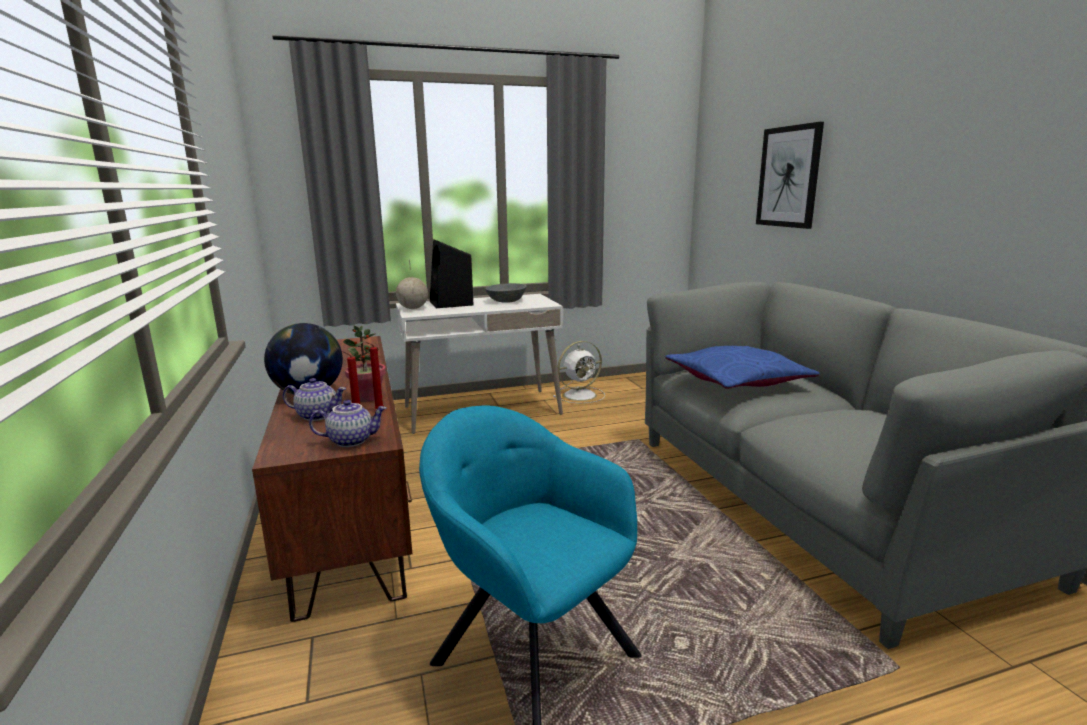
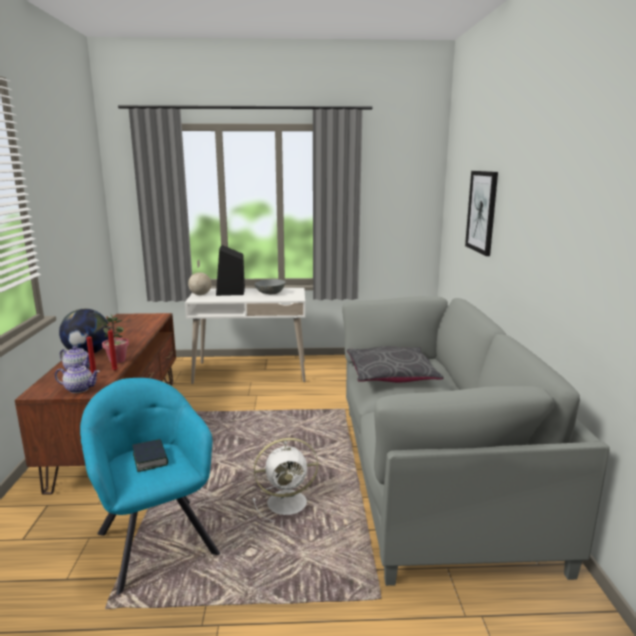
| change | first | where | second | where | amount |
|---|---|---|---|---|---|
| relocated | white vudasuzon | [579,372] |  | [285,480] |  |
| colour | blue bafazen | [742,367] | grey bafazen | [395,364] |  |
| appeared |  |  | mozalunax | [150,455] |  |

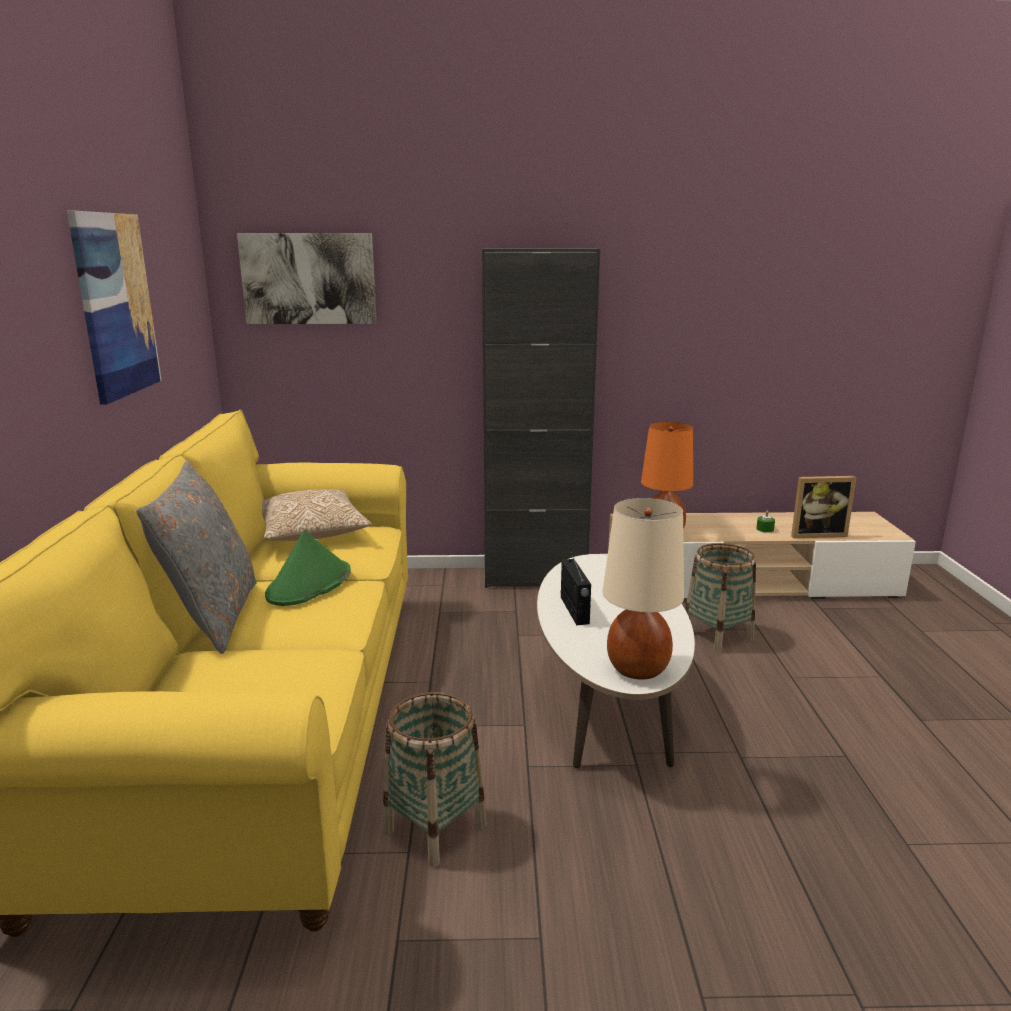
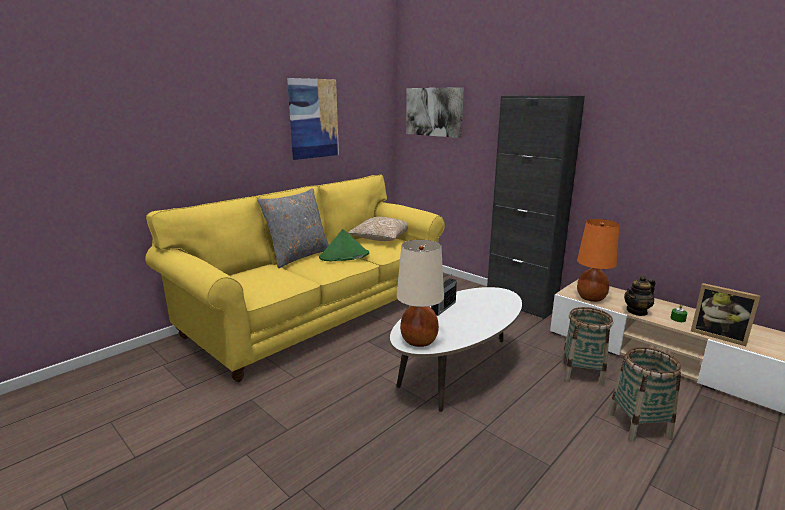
| change | first | where | second | where | amount |
|---|---|---|---|---|---|
| relocated | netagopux | [435,779] |  | [644,394] |  |
| appeared |  |  | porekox | [639,296] |  |

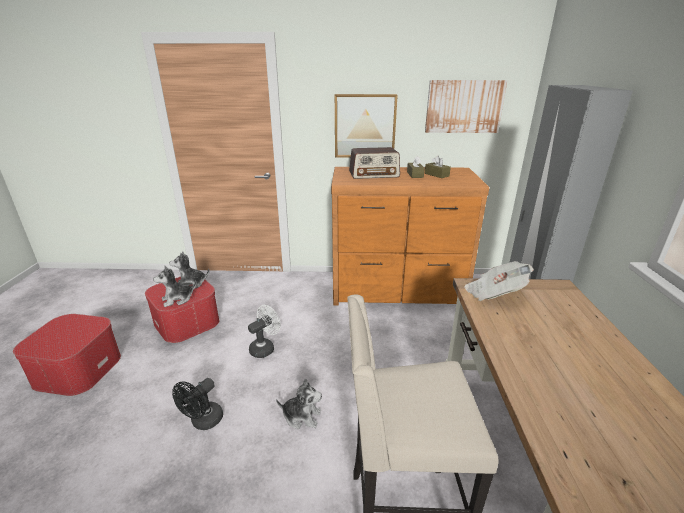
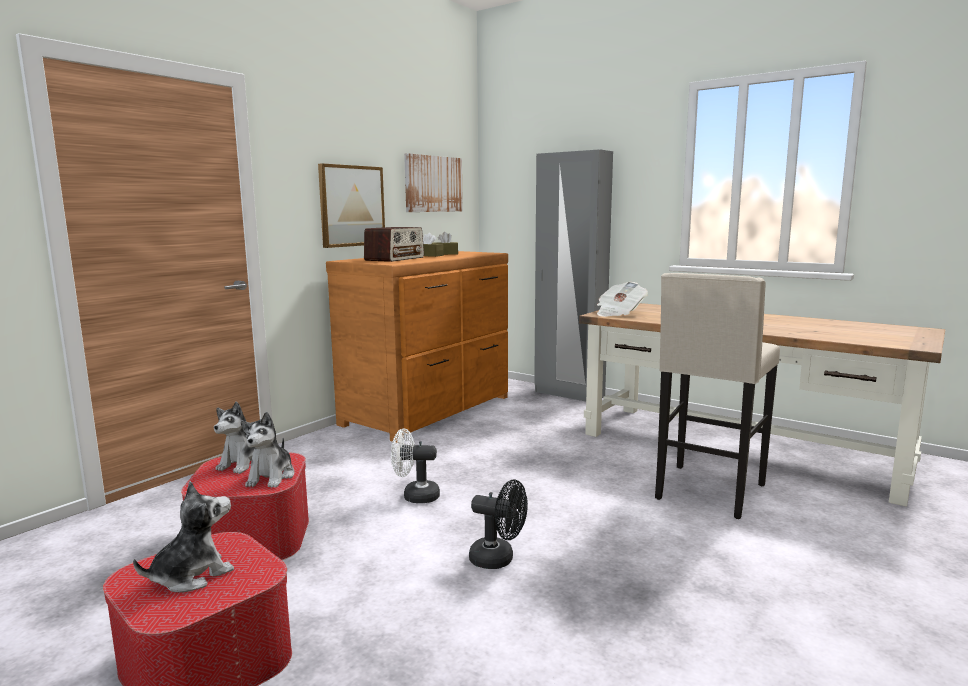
| change | first | where | second | where | amount |
|---|---|---|---|---|---|
| spun | black vudasuzon | [197,404] |  | [498,524] | 45 degrees counterclockwise |
| spun | white vudasuzon | [264,331] |  | [415,466] | 75 degrees counterclockwise |
| relocated | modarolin | [299,404] |  | [183,537] |  |

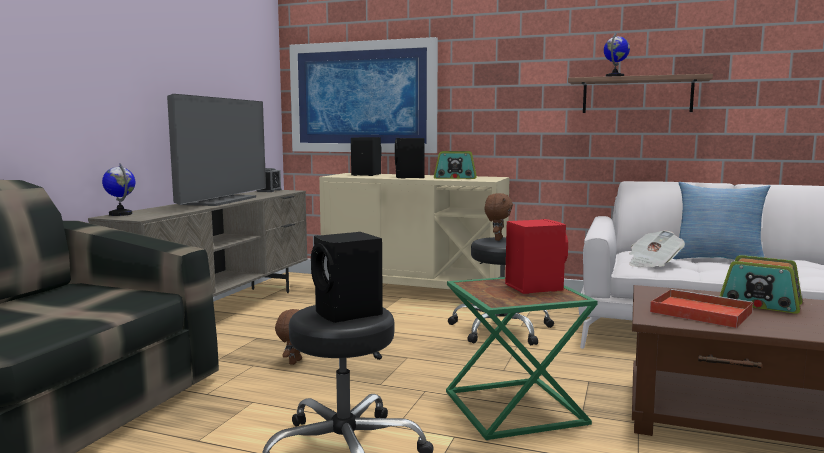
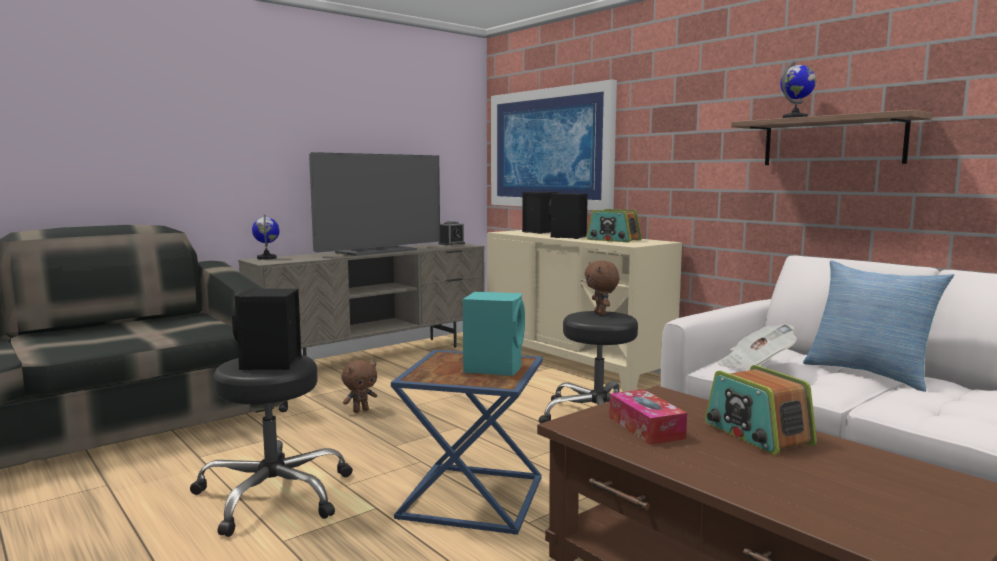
| change | first | where | second | where | amount |
|---|---|---|---|---|---|
| colour | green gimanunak | [522,358] | blue gimanunak | [467,442] |  |
| spun | brown modarolin | [499,217] |  | [602,288] | 120 degrees clockwise |
| colour | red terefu | [536,256] | turquoise terefu | [494,334] |  |
| exchanged | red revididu | [701,308] | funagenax | [648,417] |  |

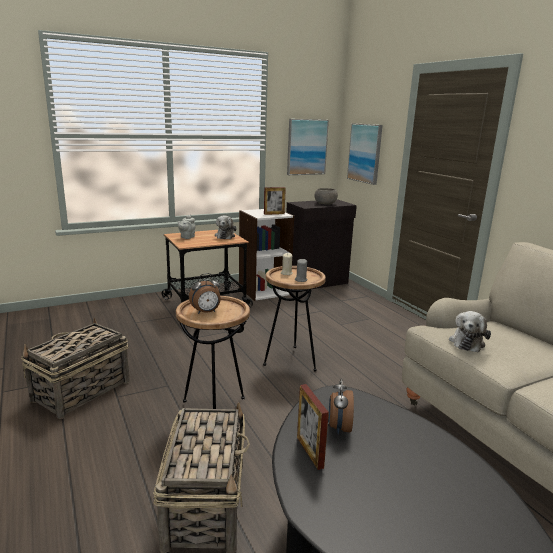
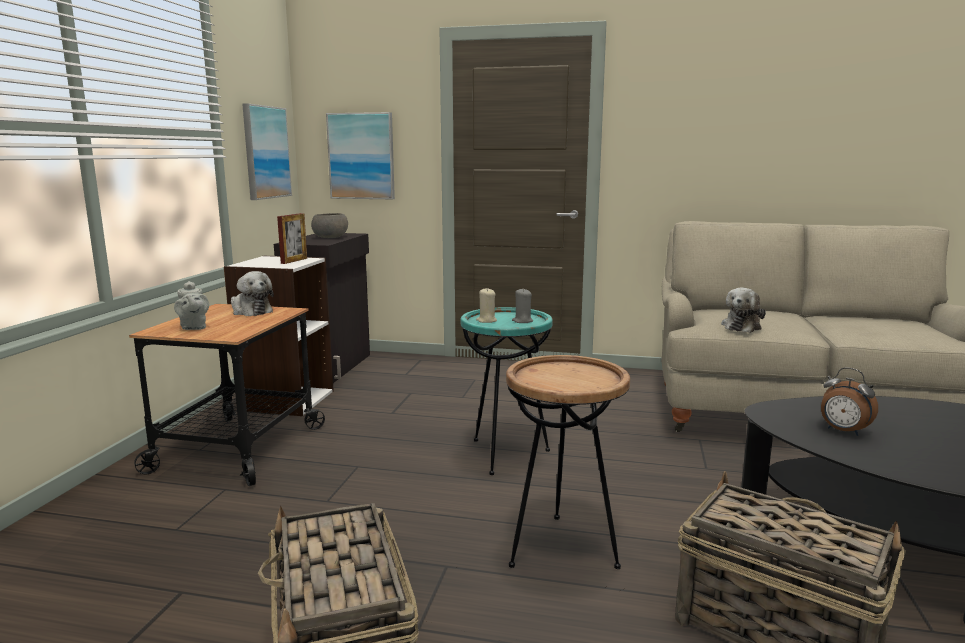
| change | first | where | second | where | amount |
|---|---|---|---|---|---|
| missing | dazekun | [205,293] |  |  |  |
| colour | brown gimanunak | [294,318] | turquoise gimanunak | [507,391] |  |
| missing | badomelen | [313,427] |  |  |  |
| spun | modarolin | [470,332] |  | [743,310] | 60 degrees clockwise |

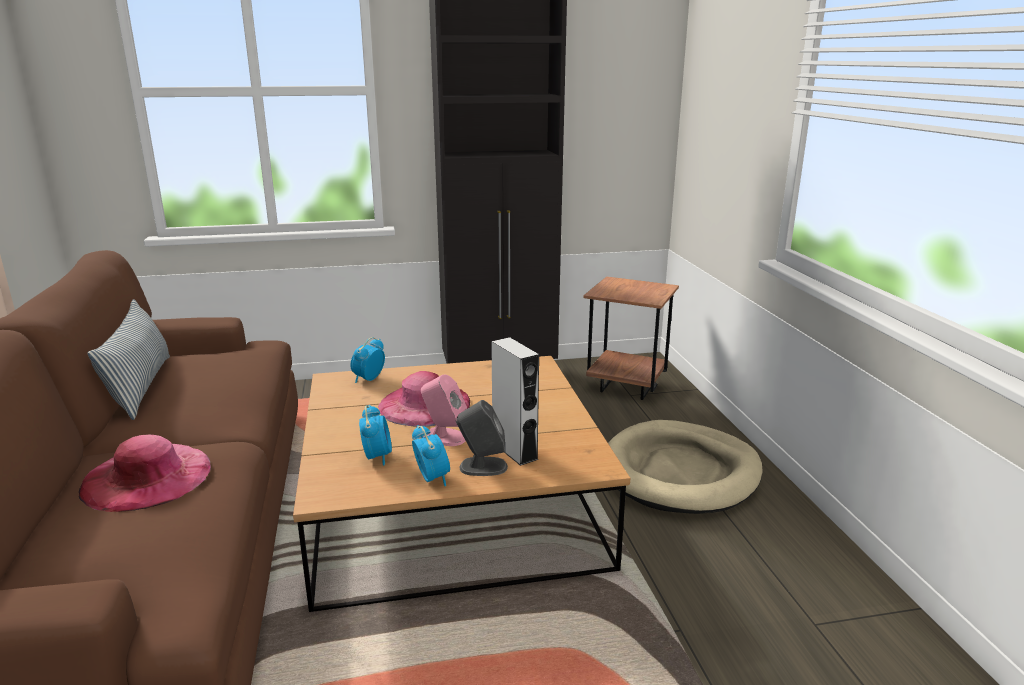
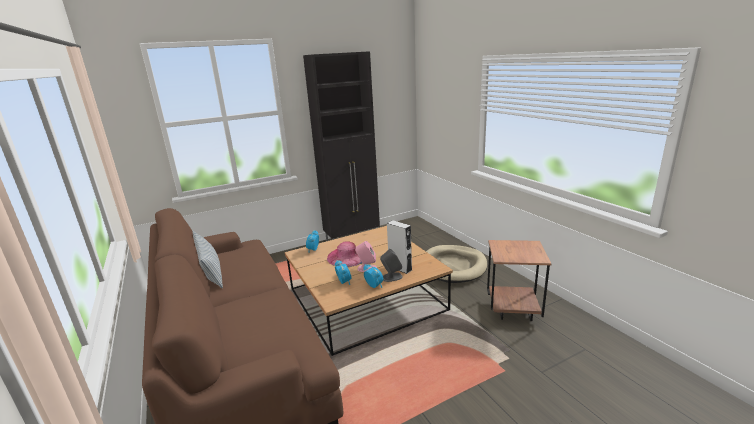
| change | first | where | second | where | amount |
|---|---|---|---|---|---|
| missing | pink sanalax | [145,473] |  |  |  |
| relocated | brown gimanunak | [631,338] |  | [519,280] |  |

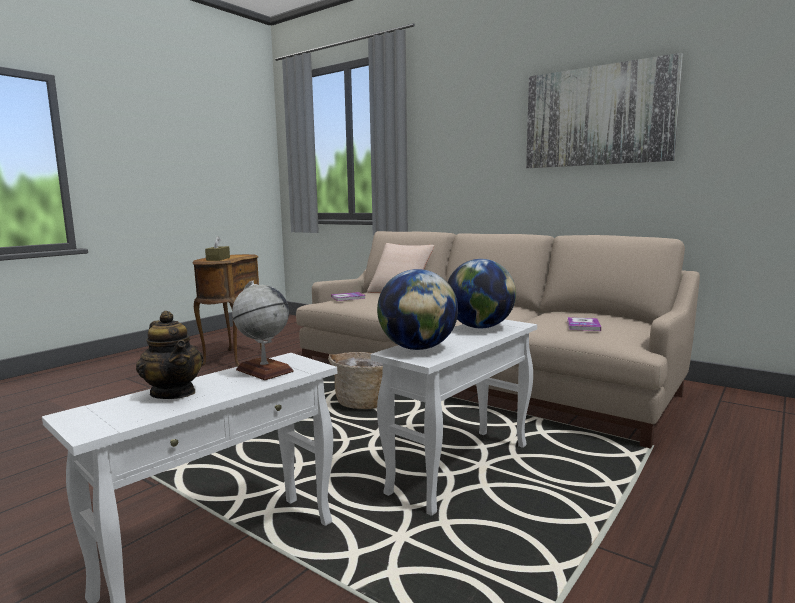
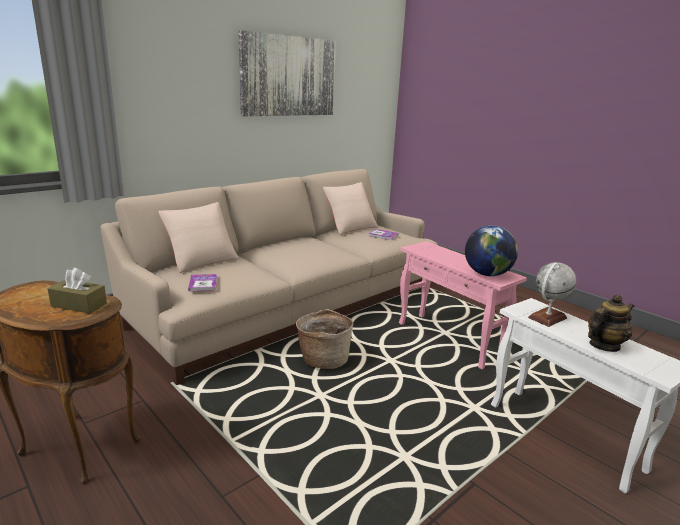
| change | first | where | second | where | amount |
|---|---|---|---|---|---|
| colour | white gimanunak | [454,417] | pink gimanunak | [463,305] |  |
| missing | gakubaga | [482,293] |  |  |  |
| appeared |  |  | beige bafazen | [350,208] |  |

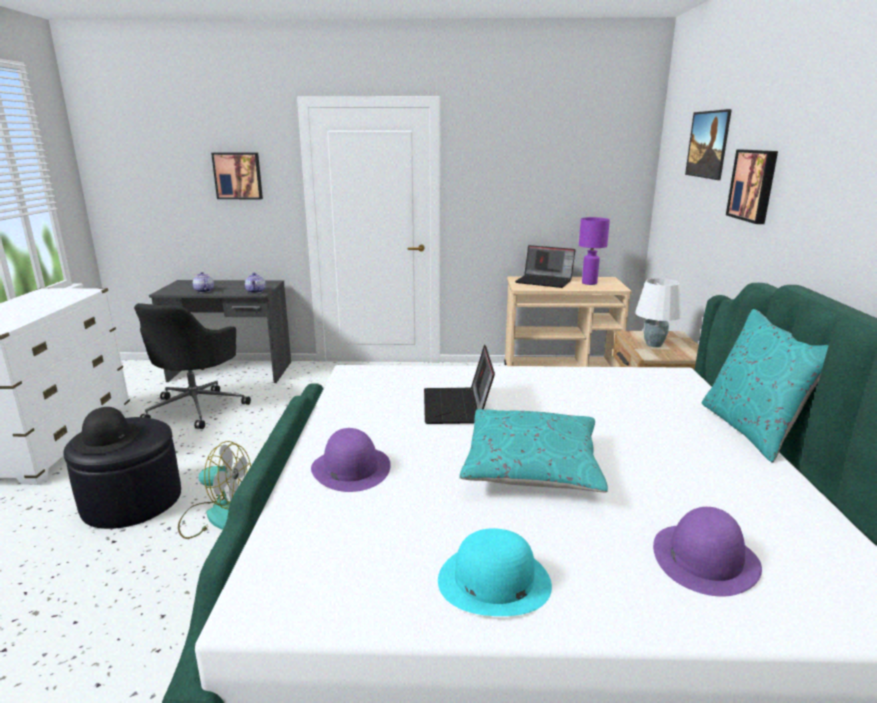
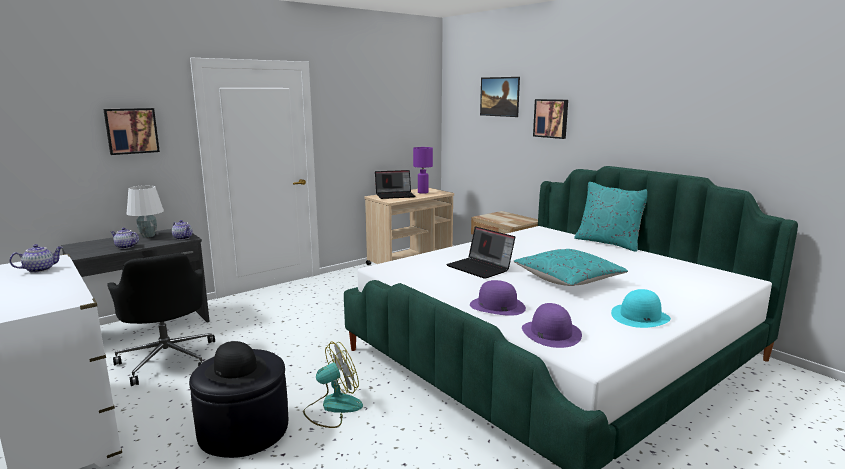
| change | first | where | second | where | amount |
|---|---|---|---|---|---|
| relocated | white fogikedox | [658,312] |  | [145,211] |  |
| relocated | purple sanalax | [707,552] |  | [552,325] |  |
| appeared |  |  | porekox | [36,258] |  |

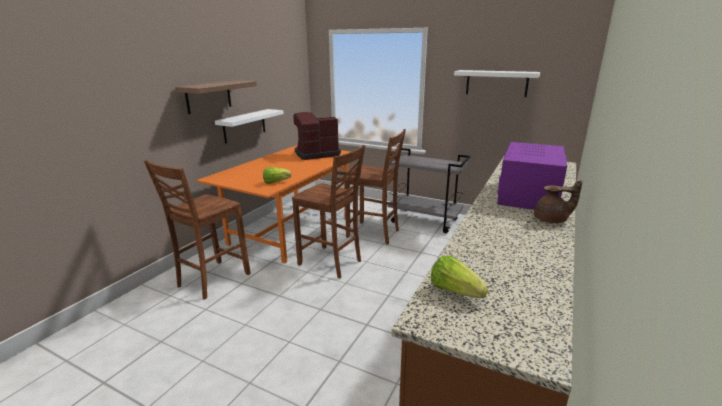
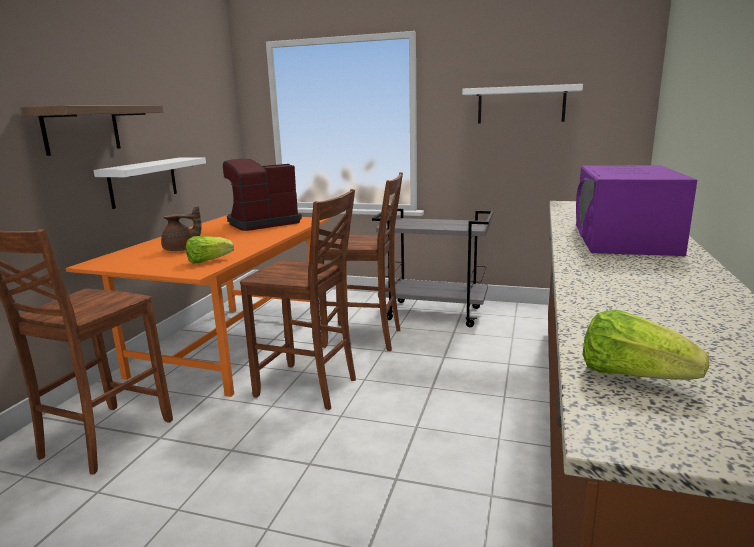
| change | first | where | second | where | amount |
|---|---|---|---|---|---|
| relocated | brown porekox | [558,201] |  | [181,228] |  |

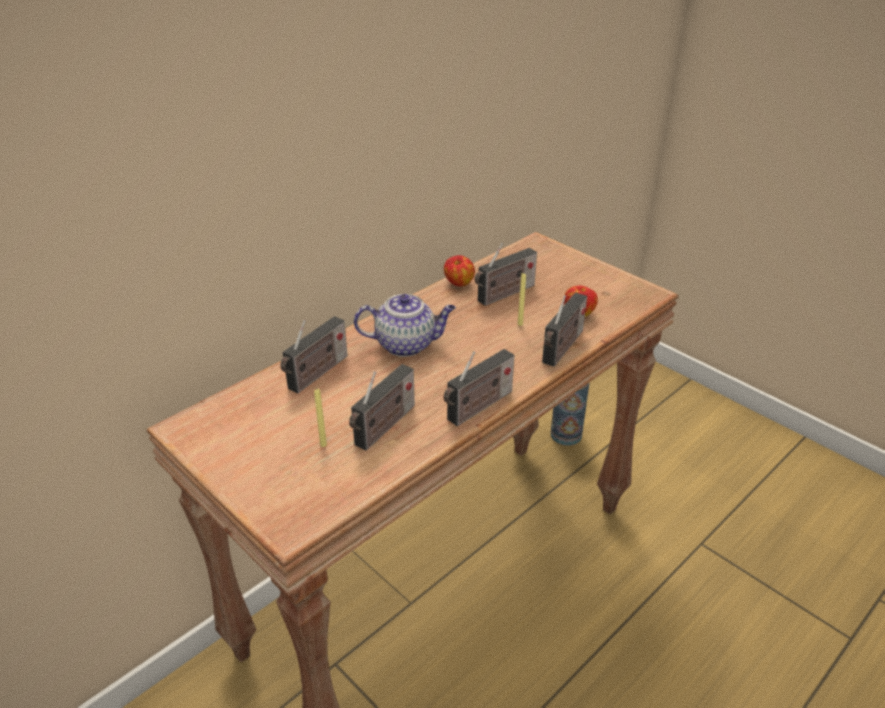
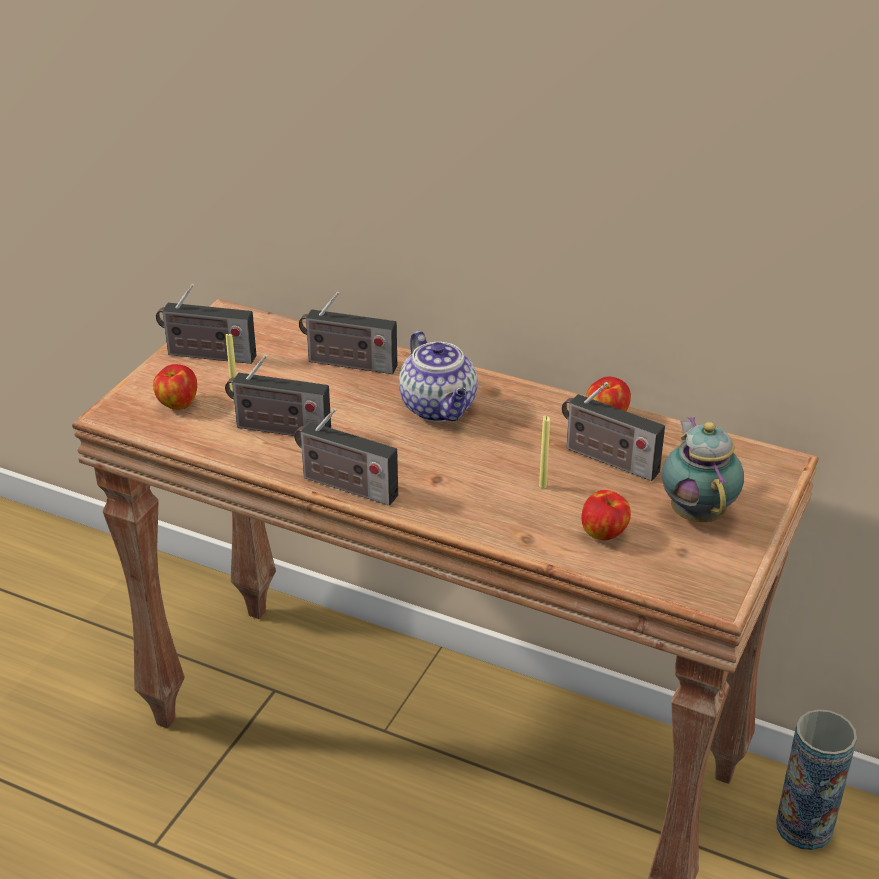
| change | first | where | second | where | amount |
|---|---|---|---|---|---|
| relocated | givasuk | [564,329] |  | [206,324] |  |
| appeared |  |  | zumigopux | [175,387] |  |
| appeared |  |  | porekox | [703,469] |  |

